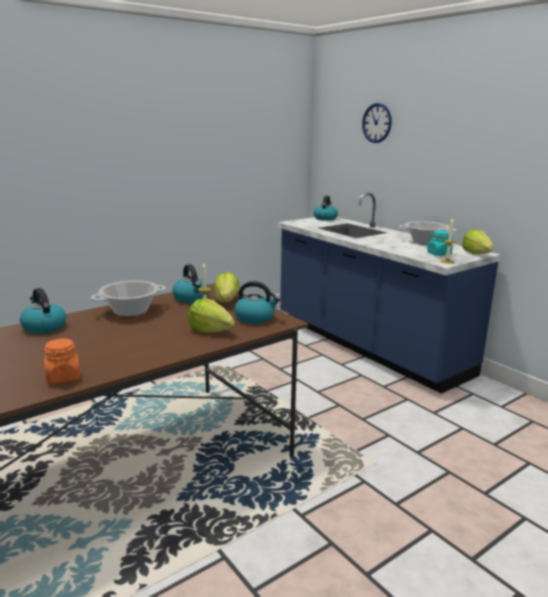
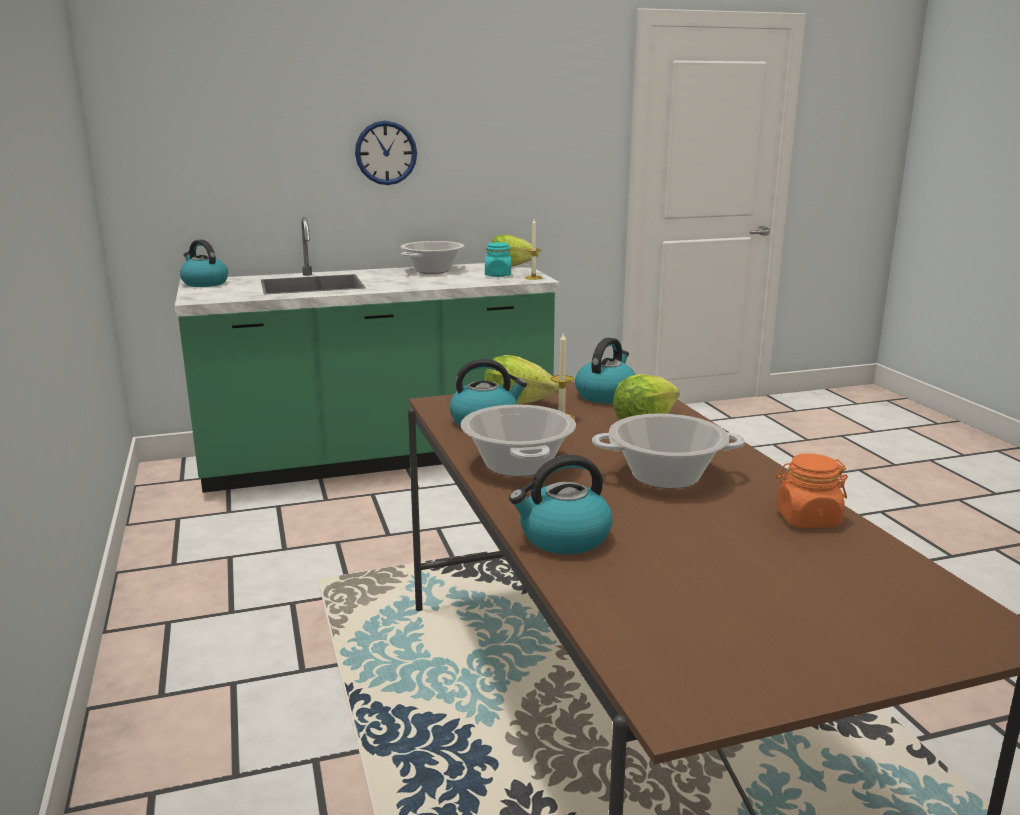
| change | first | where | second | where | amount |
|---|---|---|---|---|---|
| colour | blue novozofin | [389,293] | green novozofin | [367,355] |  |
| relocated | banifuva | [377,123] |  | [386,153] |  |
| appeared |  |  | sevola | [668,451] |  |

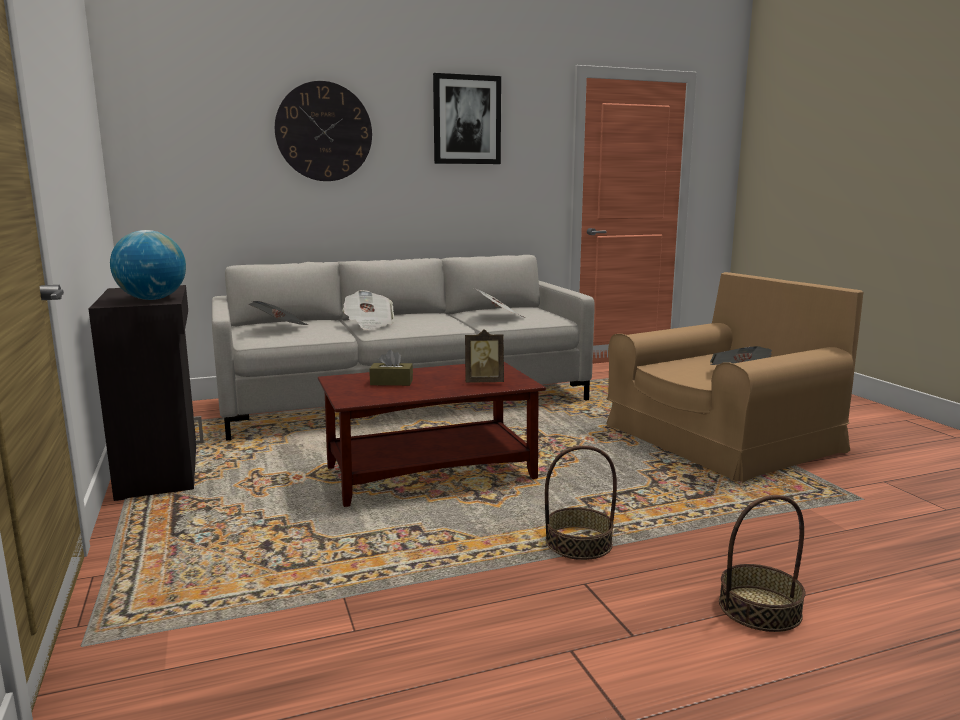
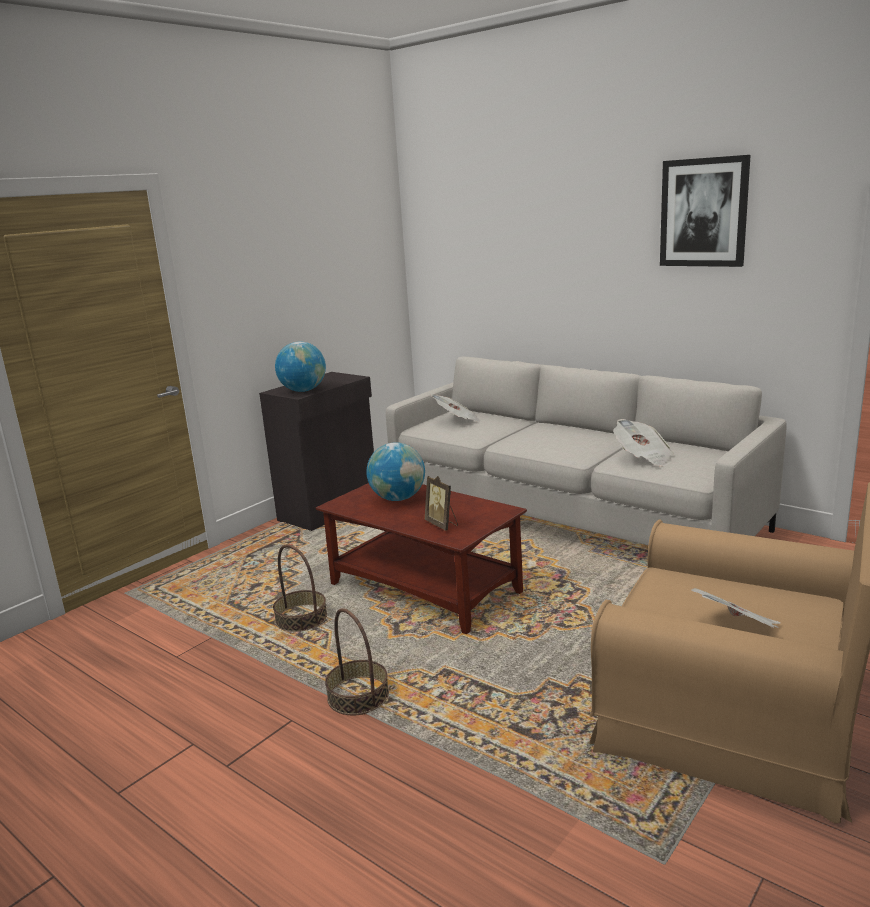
| change | first | where | second | where | amount |
|---|---|---|---|---|---|
| missing | banifuva | [323,131] |  |  |  |
| missing | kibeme | [368,310] |  |  |  |
| exchanged | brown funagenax | [391,367] | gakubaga | [395,471] |  |
| relocated | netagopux | [762,563] |  | [300,588] |  |

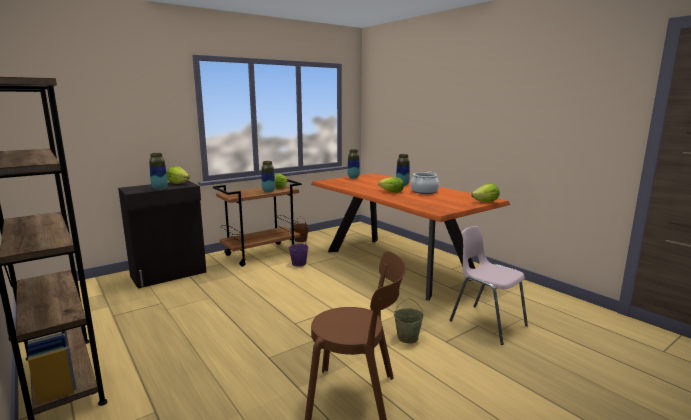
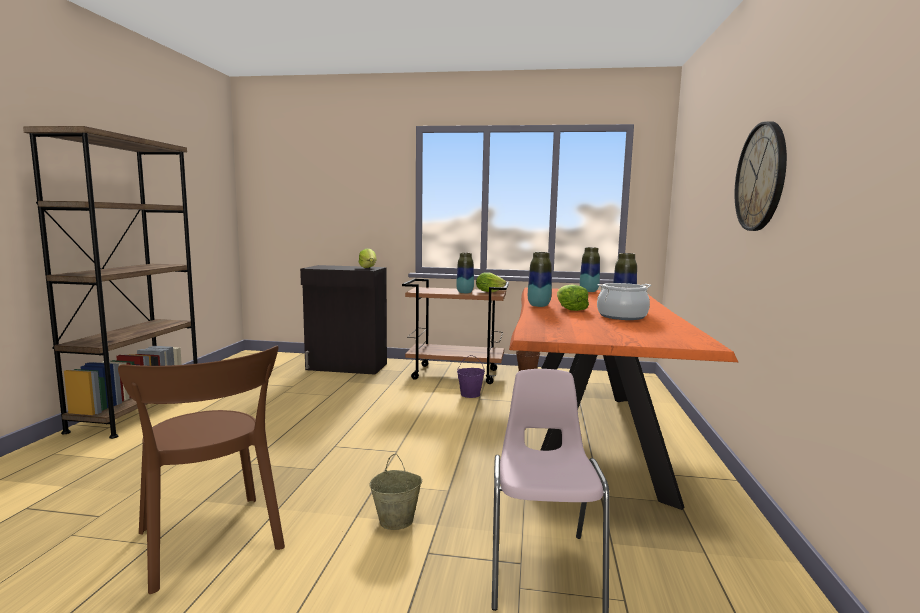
| change | first | where | second | where | amount |
|---|---|---|---|---|---|
| relocated | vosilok | [158,171] |  | [540,279] |  |
| missing | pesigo | [485,193] |  |  |  |
| appeared |  |  | banifuva | [761,176] |  |

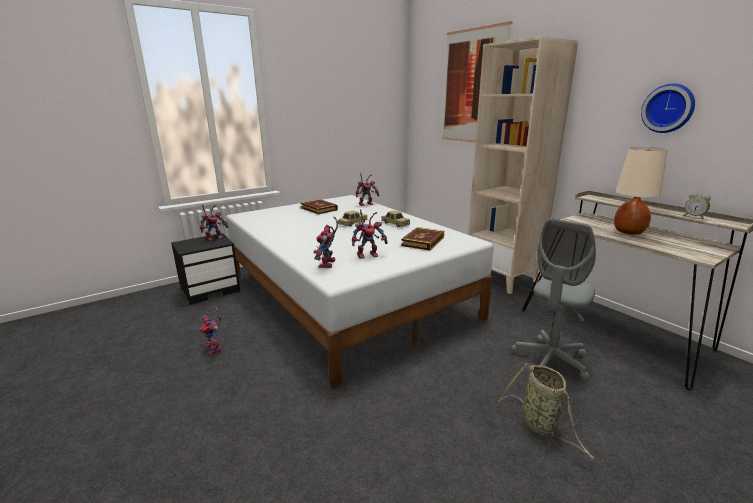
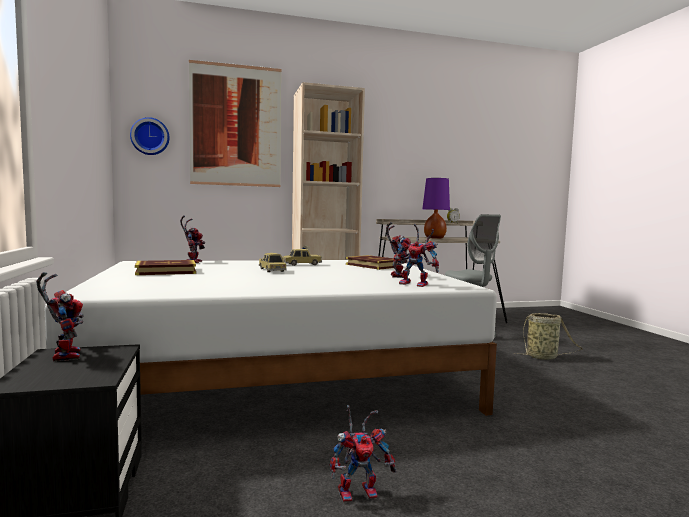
| change | first | where | second | where | amount |
|---|---|---|---|---|---|
| colour | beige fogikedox | [641,191] | purple fogikedox | [436,208] |  |
| relocated | banifuva | [668,108] |  | [150,136] |  |

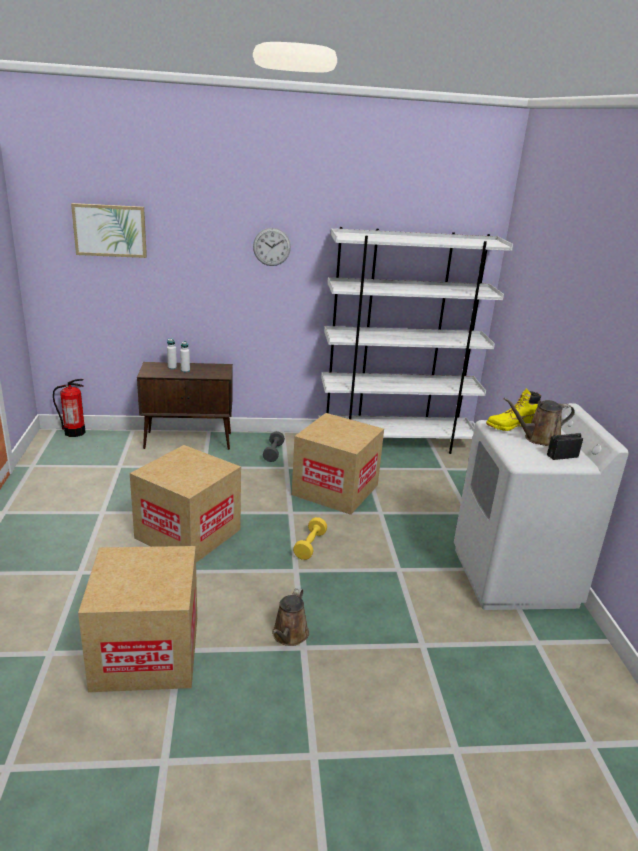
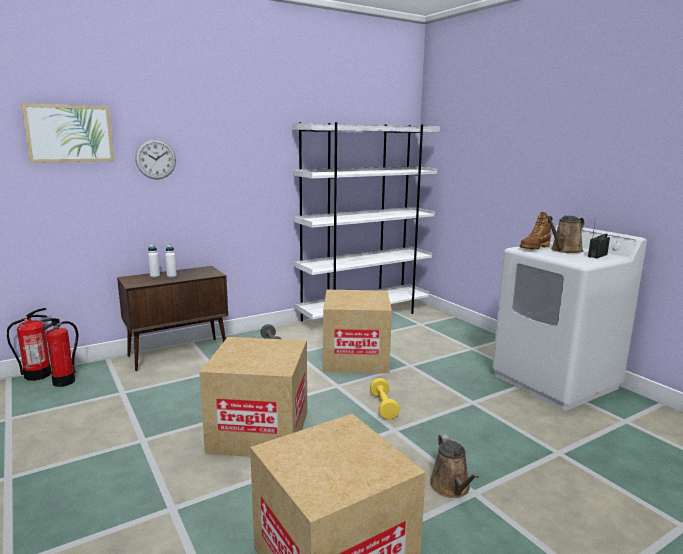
| change | first | where | second | where | amount |
|---|---|---|---|---|---|
| relocated | banifuva | [272,247] |  | [155,159] |  |
| colour | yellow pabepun | [513,410] | brown pabepun | [536,231] |  |
| appeared |  |  | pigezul | [59,352] |  |

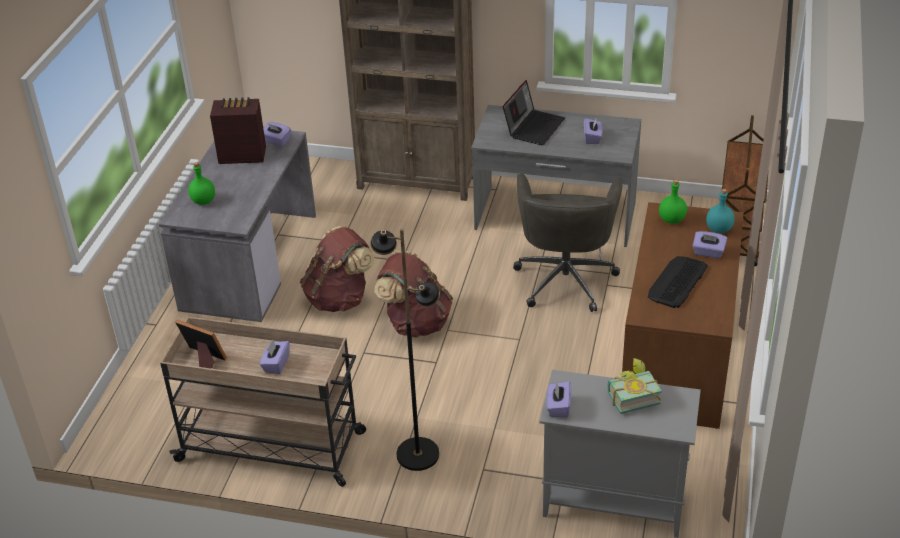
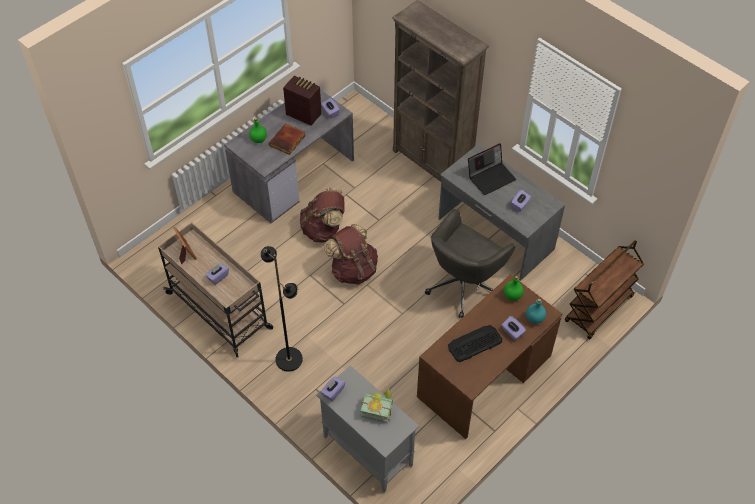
| change | first | where | second | where | amount |
|---|---|---|---|---|---|
| appeared |  |  | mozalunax | [287,139] |  |

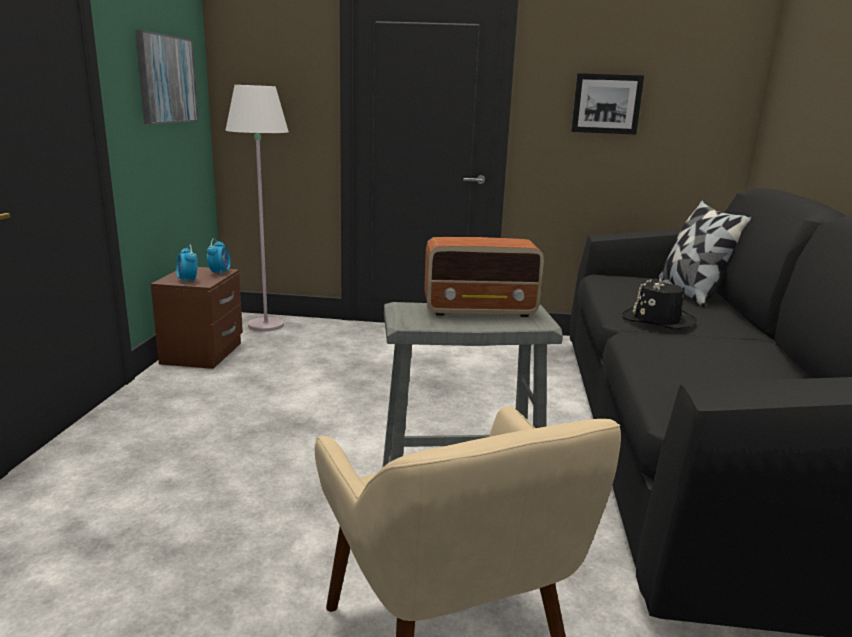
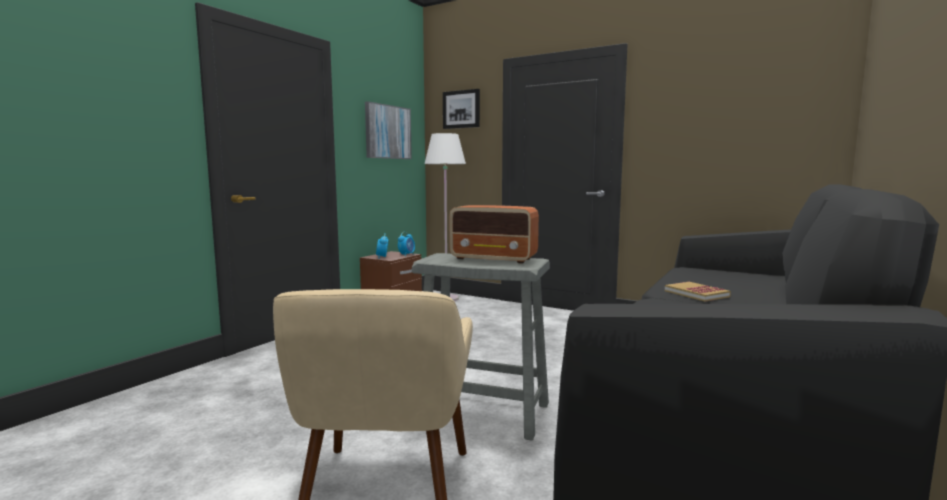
| change | first | where | second | where | amount |
|---|---|---|---|---|---|
| relocated | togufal | [607,104] |  | [461,109] |  |
| exchanged | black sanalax | [659,303] | mozalunax | [698,291] |  |
| missing | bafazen | [705,253] |  |  |  |

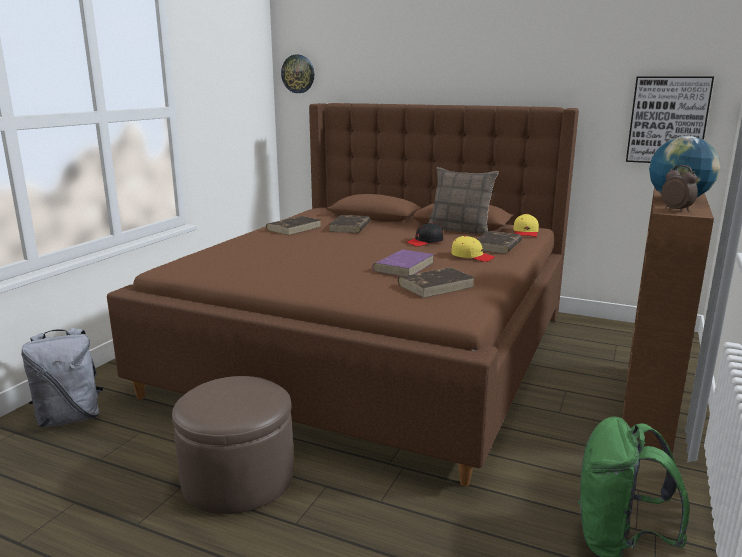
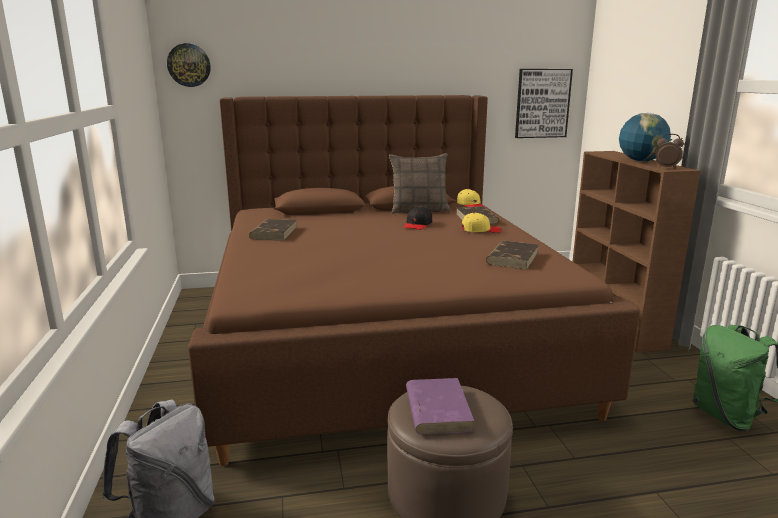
| change | first | where | second | where | amount |
|---|---|---|---|---|---|
| missing | brown mozalunax | [349,224] |  |  |  |
| relocated | purple mozalunax | [403,263] |  | [440,406] |  |

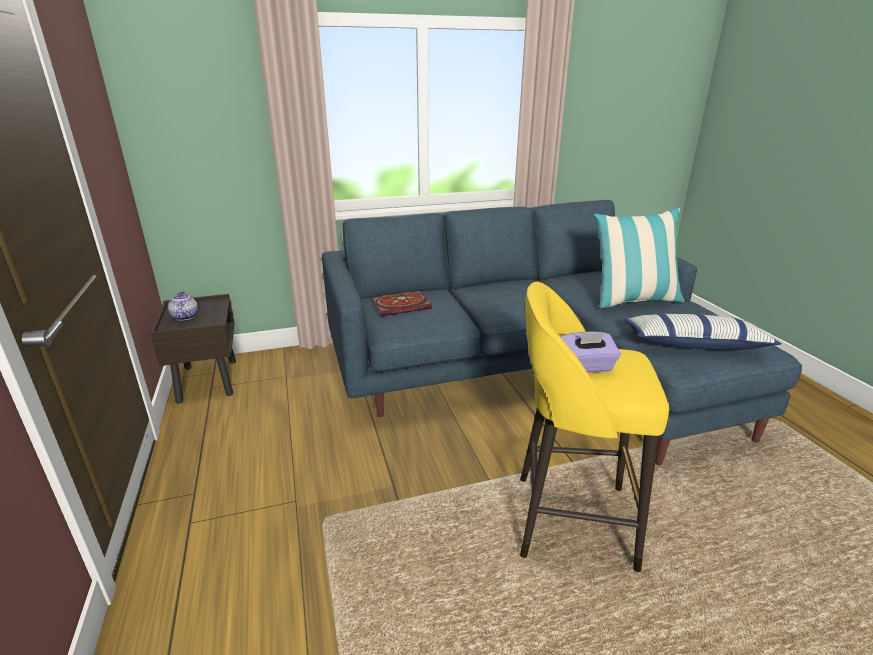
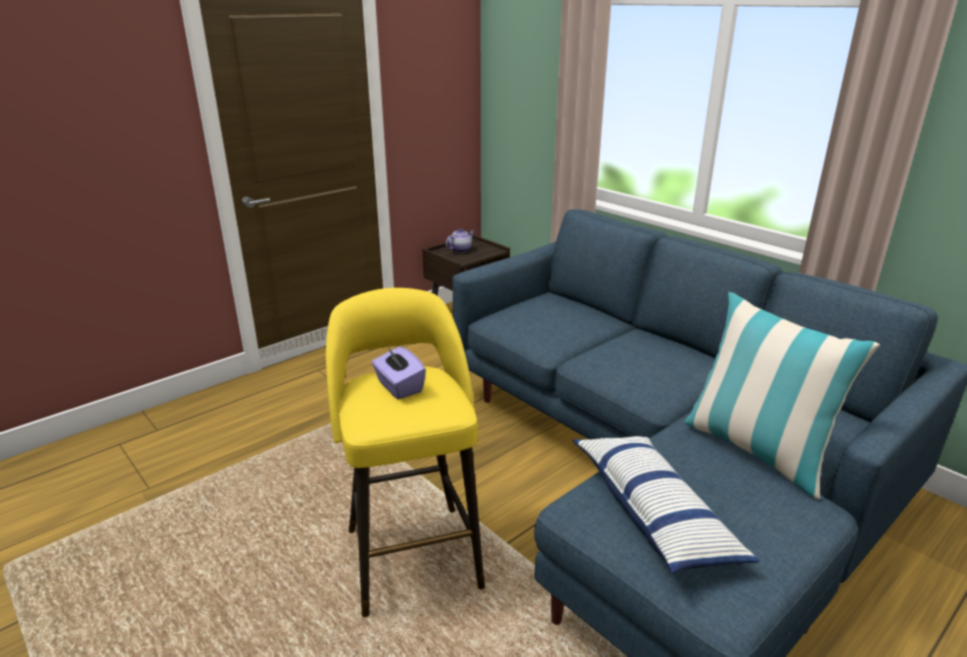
| change | first | where | second | where | amount |
|---|---|---|---|---|---|
| missing | mozalunax | [402,303] |  |  |  |

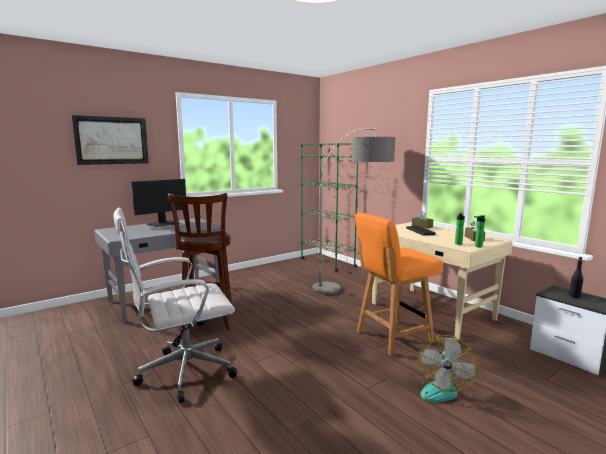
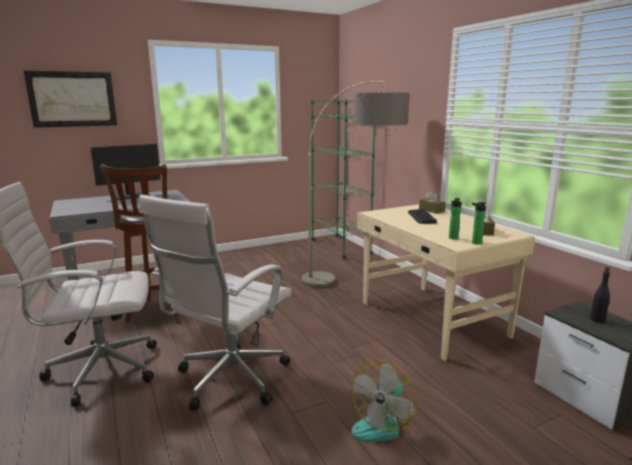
| change | first | where | second | where | amount |
|---|---|---|---|---|---|
| missing | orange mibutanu | [399,284] |  |  |  |
| appeared |  |  | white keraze | [215,303] |  |

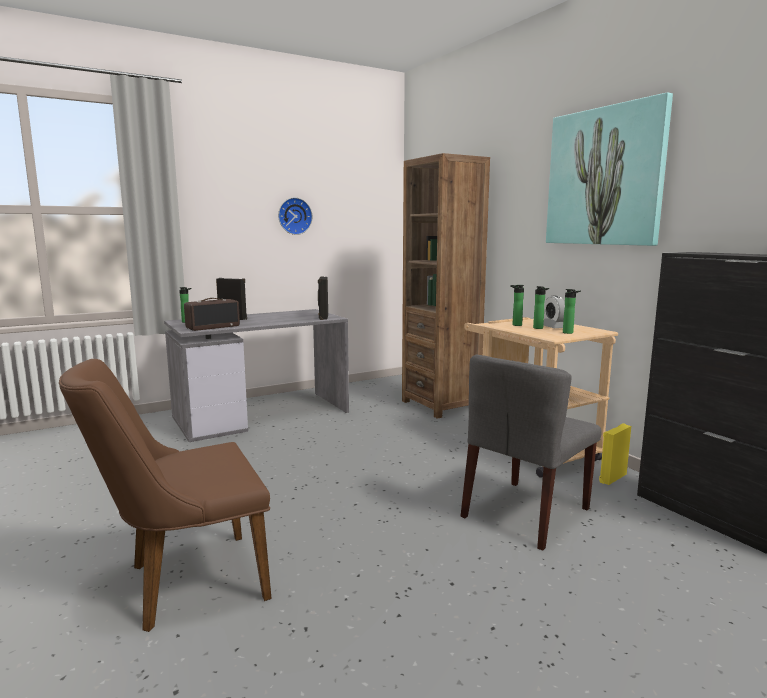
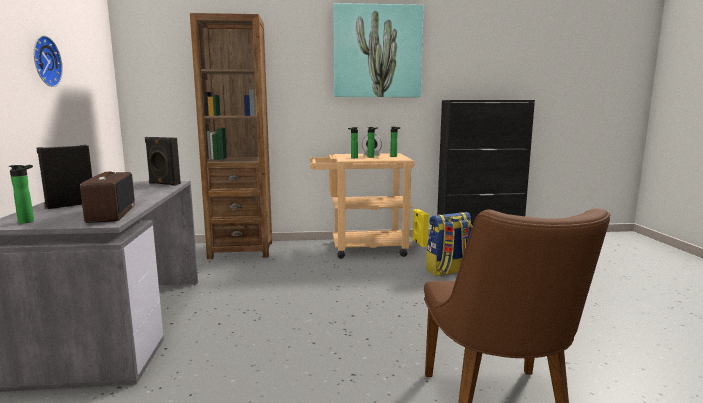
| change | first | where | second | where | amount |
|---|---|---|---|---|---|
| exchanged | grey mibutanu | [531,453] | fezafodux | [449,244] |  |

